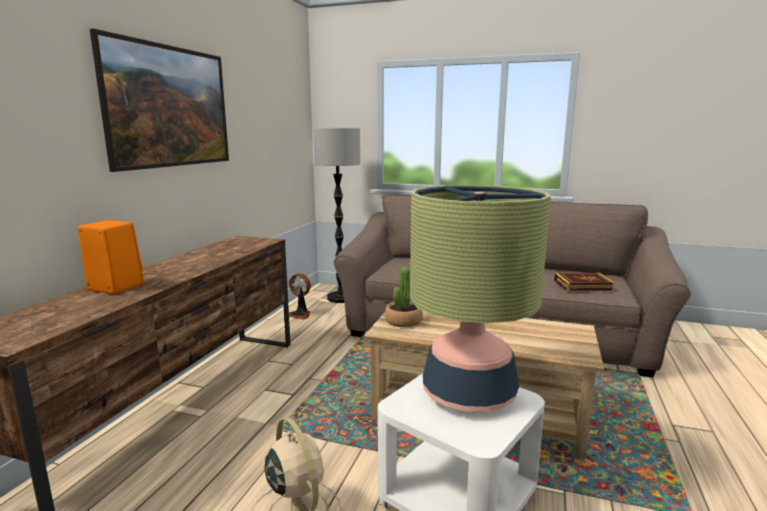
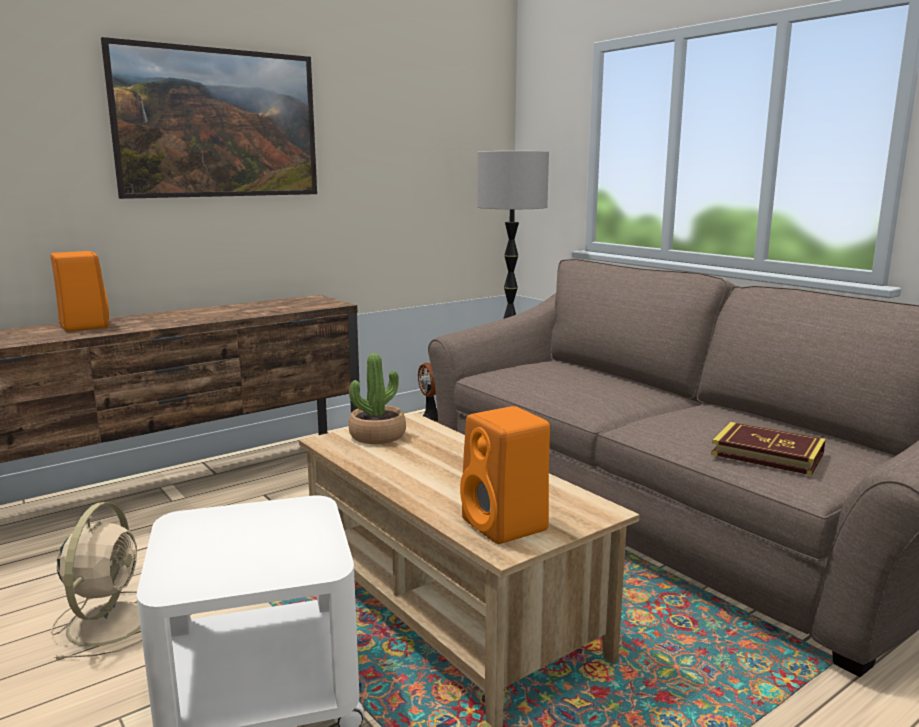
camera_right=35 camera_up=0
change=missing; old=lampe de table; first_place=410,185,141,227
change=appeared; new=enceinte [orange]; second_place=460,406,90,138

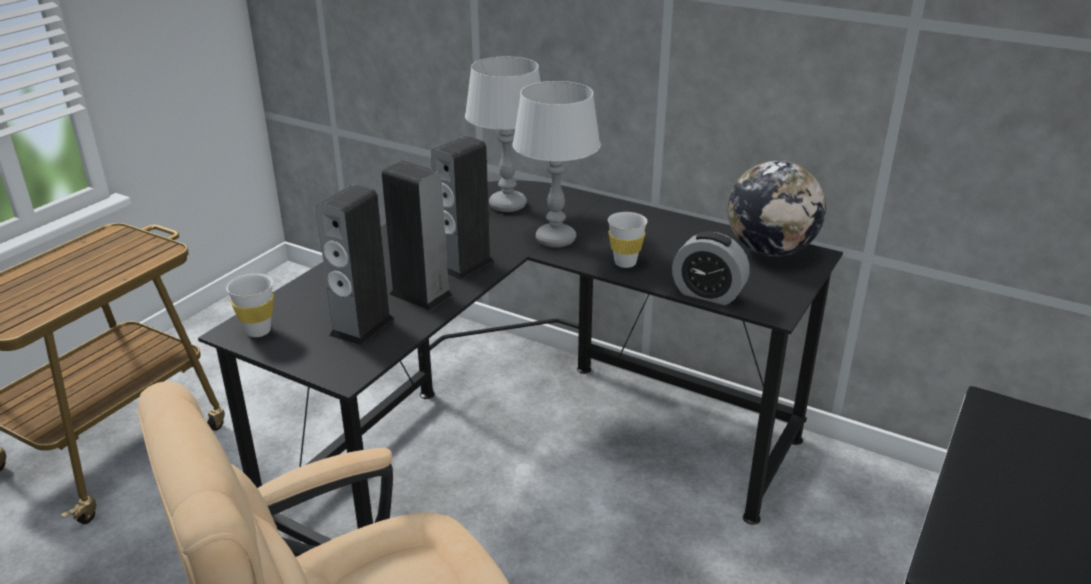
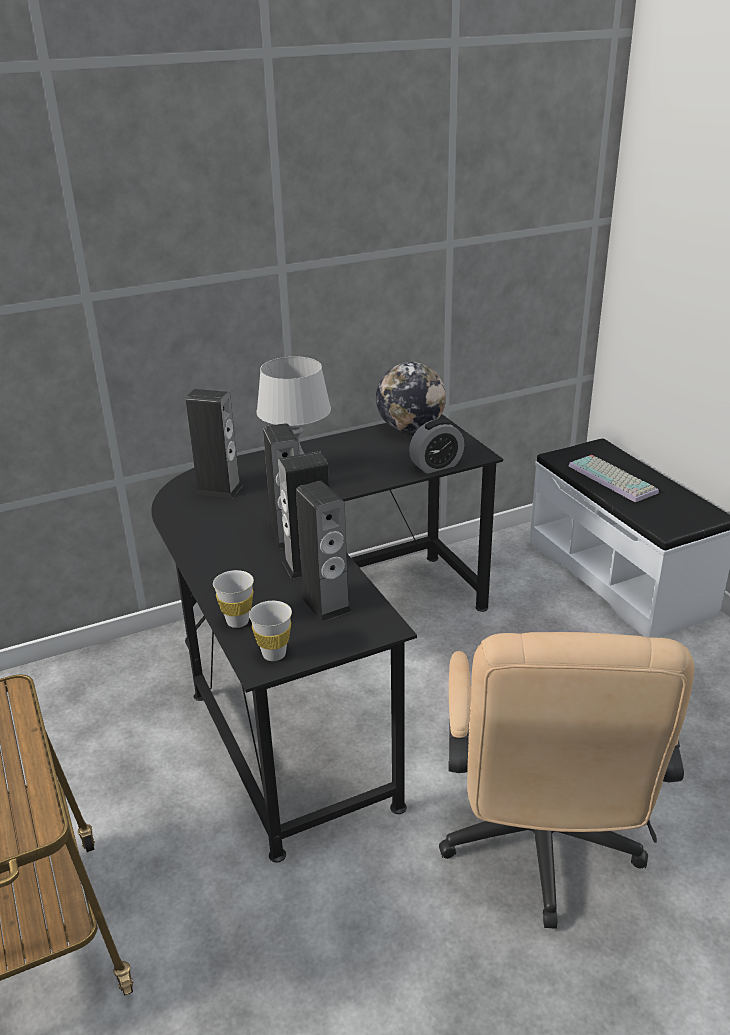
camera_right=-55 camera_up=0
change=exchanged; old=lampe de table [gris]; new=enceinte; first_place=465,57,76,155; second_place=186,389,57,109
change=relocated; old=tasse [blanc]; first_place=608,212,39,56; second_place=213,570,41,58
change=appeared; new=clavier; second_place=569,455,90,47

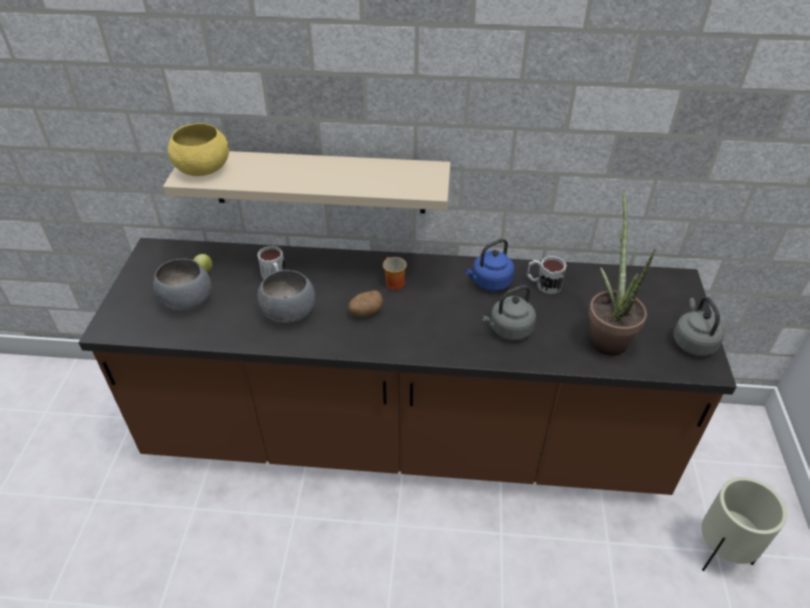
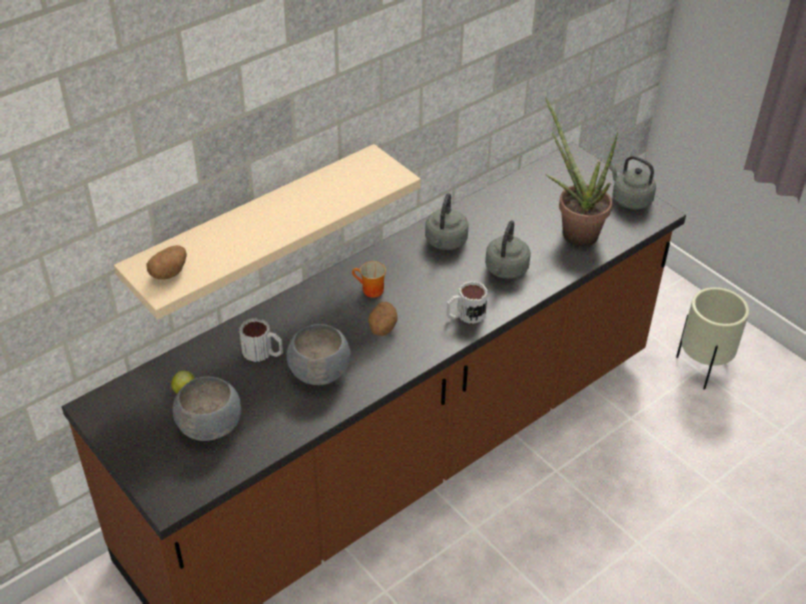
camera_right=-45 camera_up=0
change=exchanged; old=bol [jaune]; new=pomme de terre; first_place=168,123,61,53; second_place=147,245,40,35
change=colour; old=bouilloire [bleu]; new=bouilloire [gris]; first_place=465,239,50,52; second_place=425,193,44,57
change=relocated; old=mug; first_place=527,256,40,38; second_place=447,281,41,43

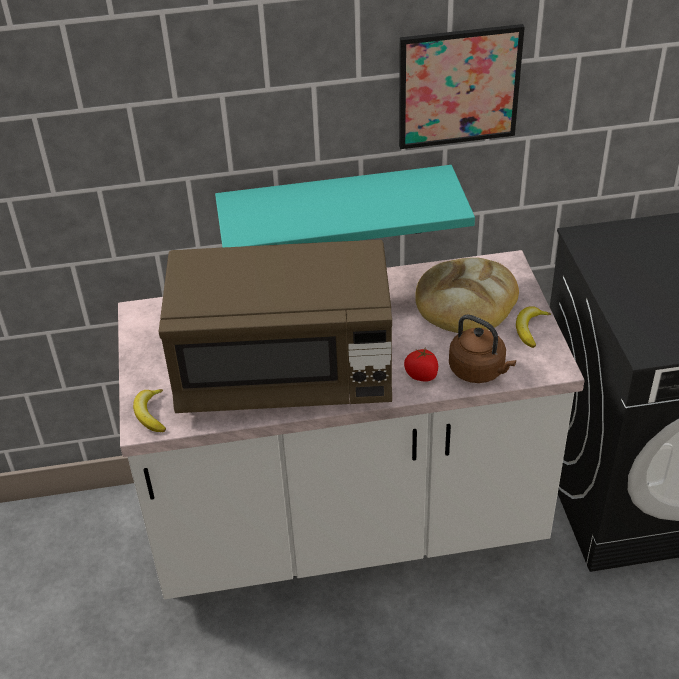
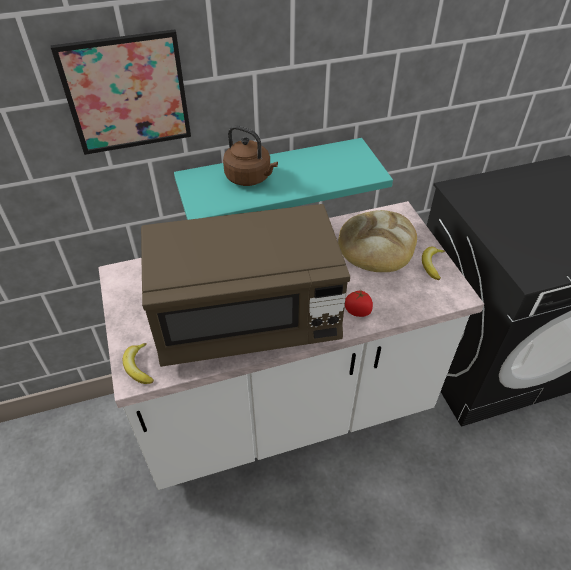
camera_right=-10 camera_up=5
change=relocated; old=tableau; first_place=399,24,126,125; second_place=51,29,140,126
change=relocated; old=bouilloire [marron]; first_place=449,314,67,69; second_place=223,125,55,61

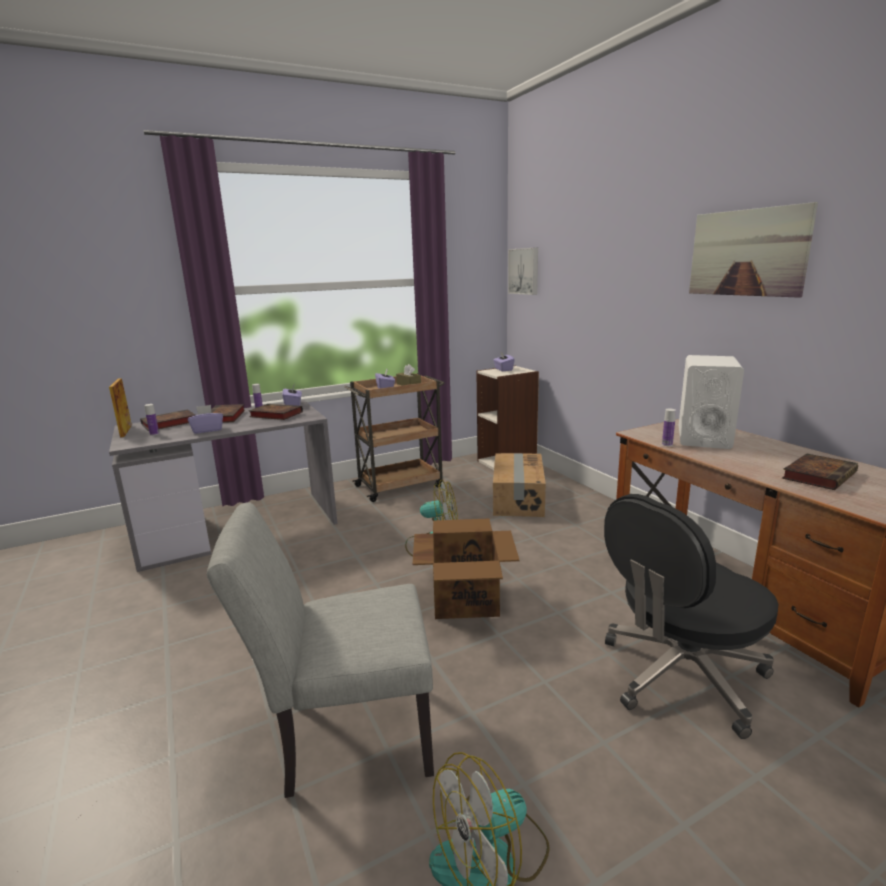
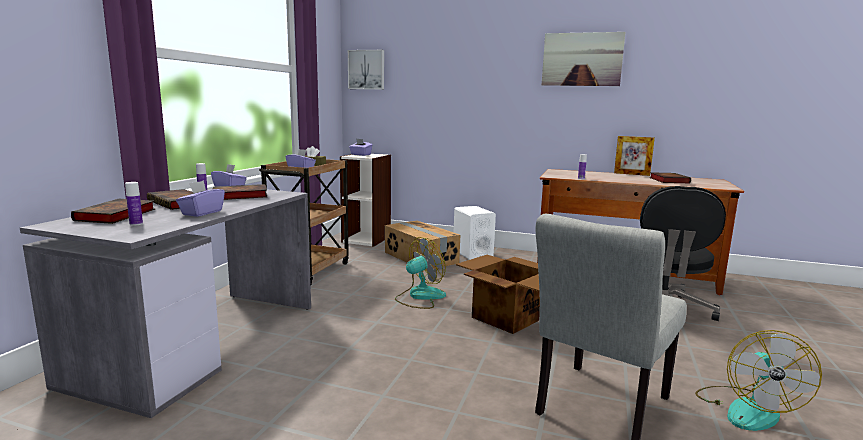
camera_right=-45 camera_up=-5
change=relocated; old=cadre photo; first_place=109,378,23,59; second_place=614,136,41,40
change=relocated; old=enceinte [blanc]; first_place=679,355,65,94; second_place=454,206,42,54

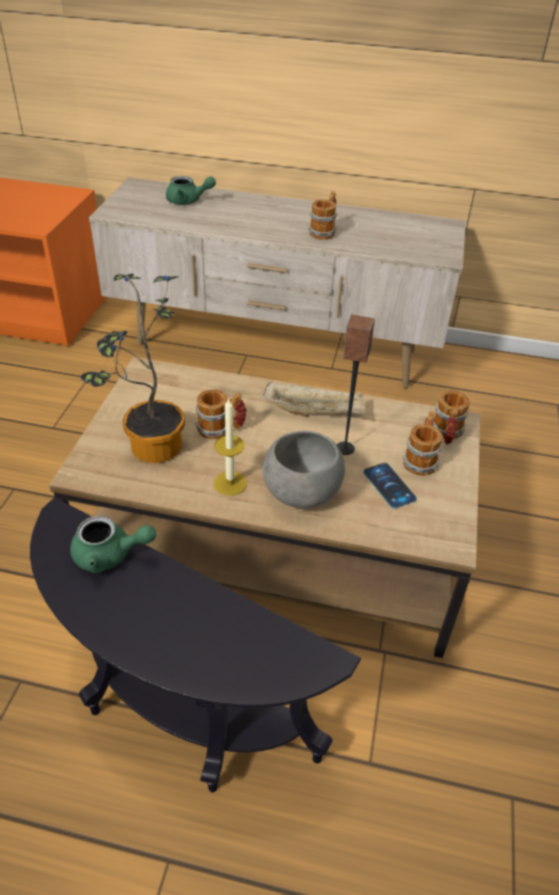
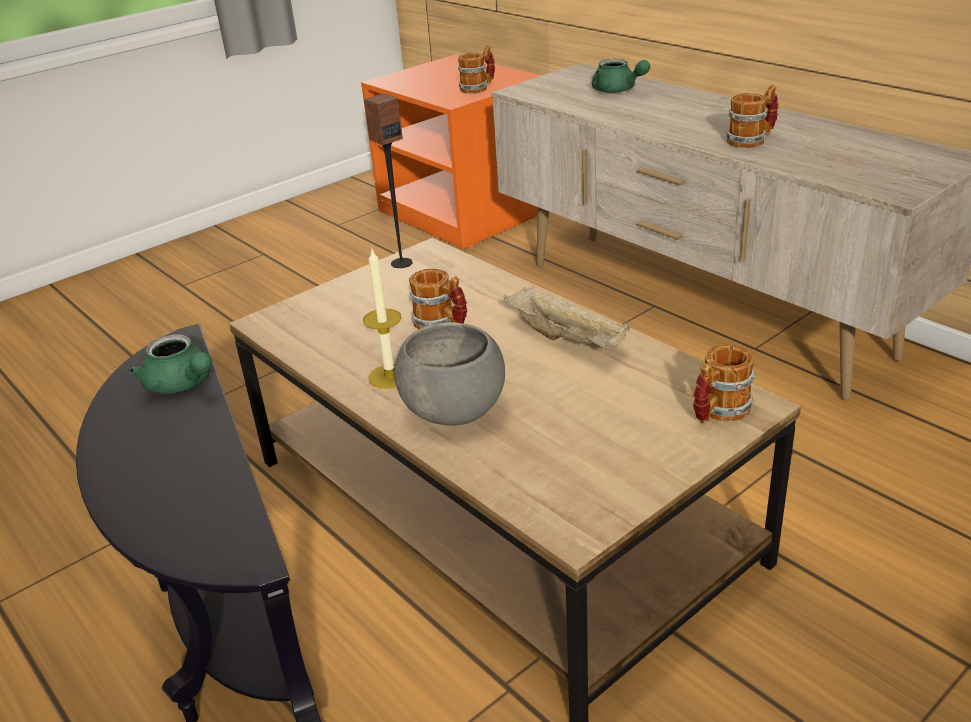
camera_right=40 camera_up=-10
change=missing; old=plante en pot; first_place=81,274,104,189
change=relocated; old=enceinte; first_place=337,315,38,140; second_place=364,93,48,175
change=missing; old=téléphone; first_place=363,463,54,46
change=relocated; old=mug; first_place=403,411,40,65; second_place=458,45,37,49

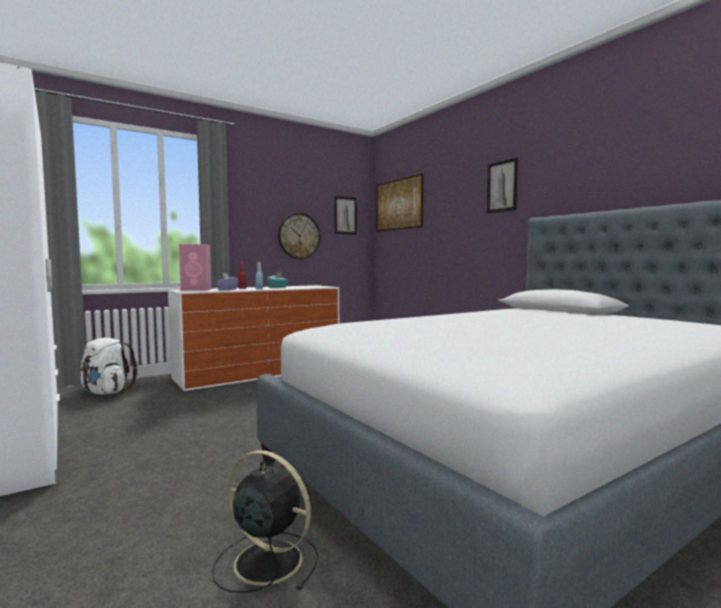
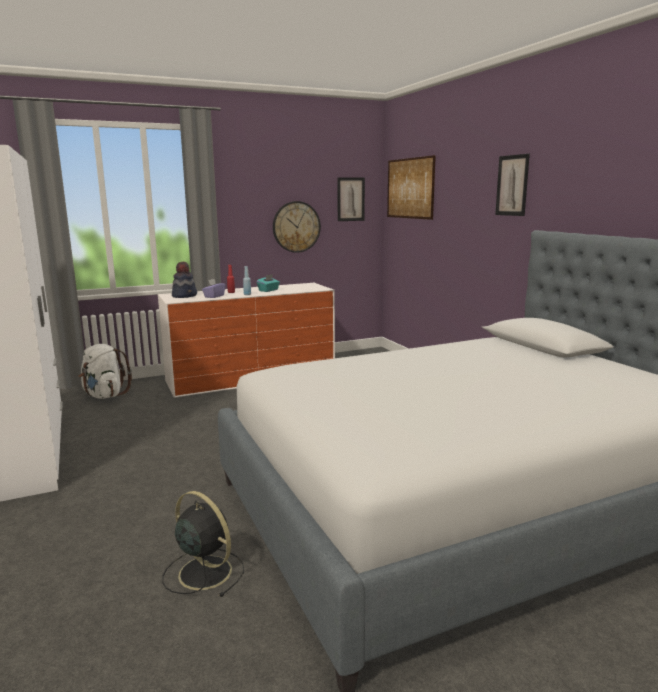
camera_right=10 camera_up=10
change=exchanged; old=enceinte [rose]; new=chapeau; first_place=179,244,32,47; second_place=172,262,25,36

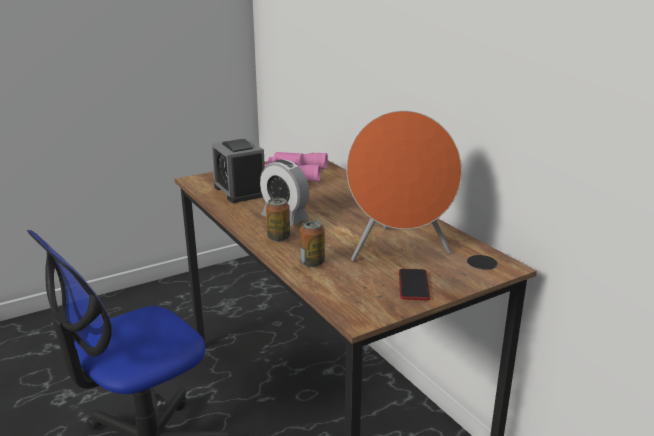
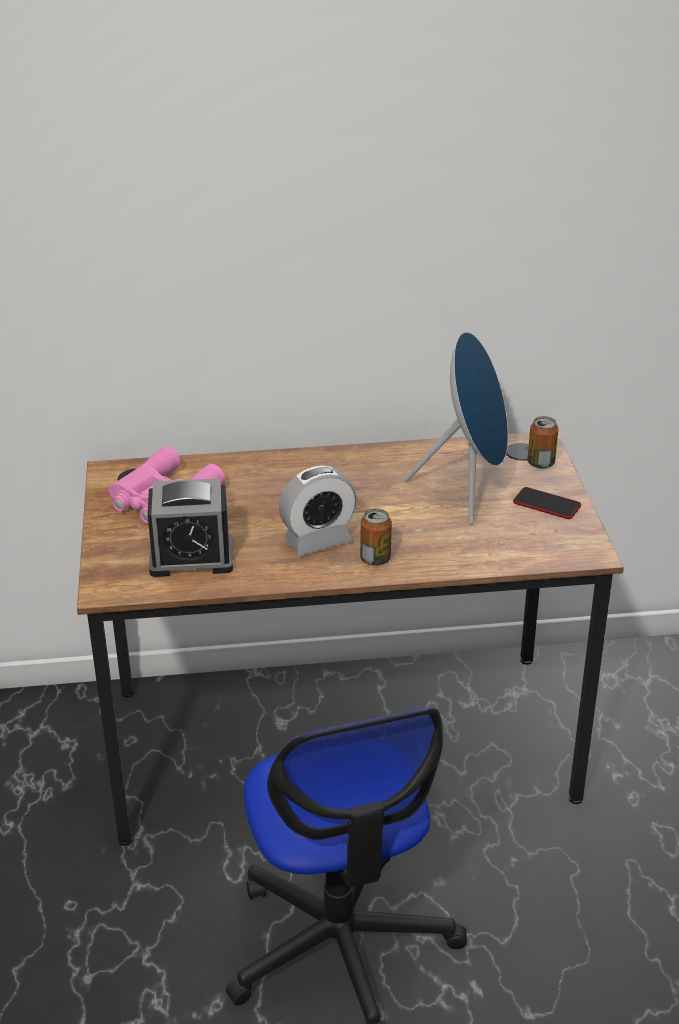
camera_right=-65 camera_up=10
change=relocated; old=boîte métallique; first_place=300,220,25,47; second_place=527,416,31,53
change=colour; old=enceinte [orange]; new=enceinte [bleu]; first_place=347,111,115,150; second_place=404,332,104,193

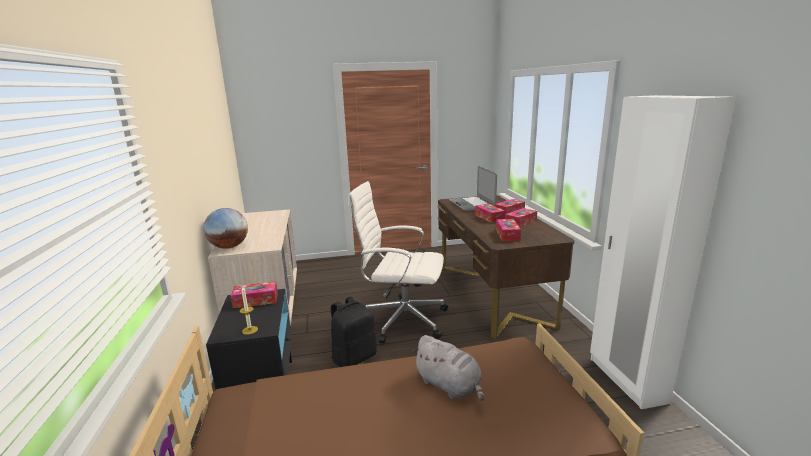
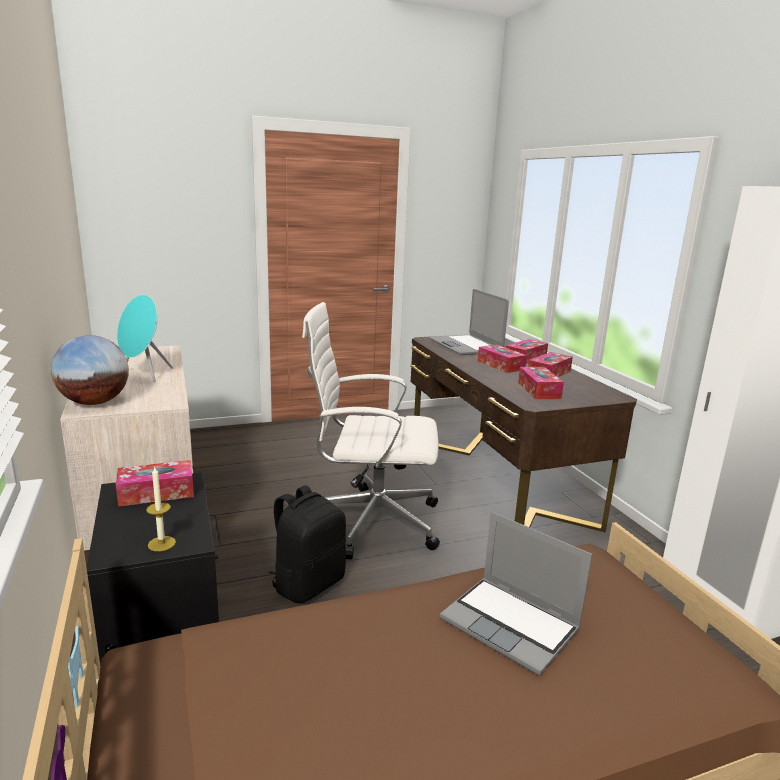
camera_right=-10 camera_up=0
change=exchanged; old=peluche [gris]; new=ordinateur portable; first_place=412,335,72,66; second_place=440,512,152,164
change=appeared; new=enceinte [turquoise]; second_place=117,295,56,87

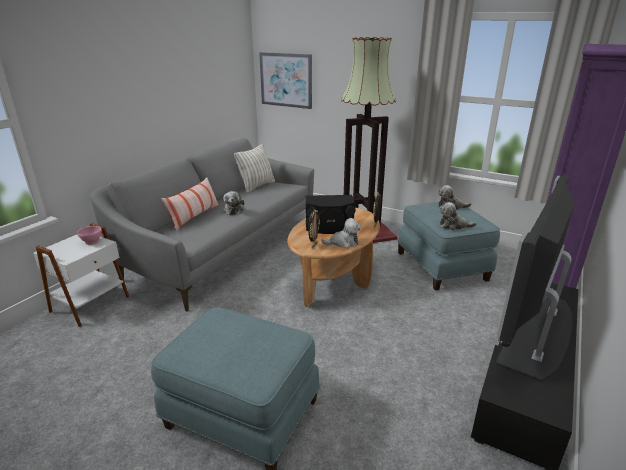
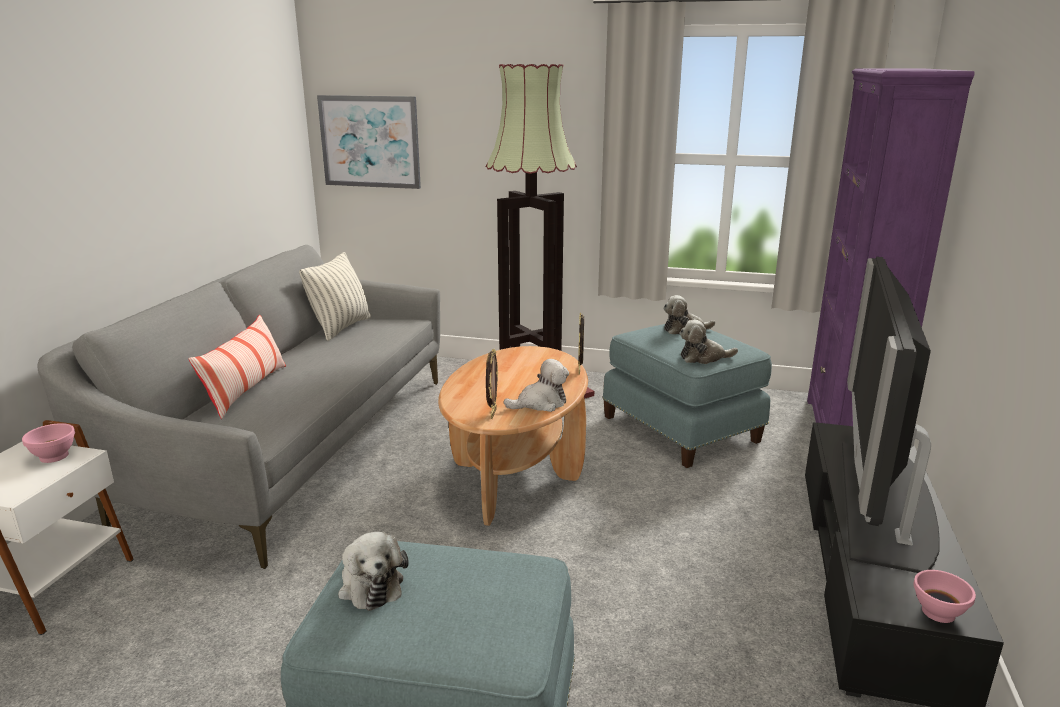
camera_right=-15 camera_up=-5
change=relocated; old=peluche; first_place=223,191,21,24; second_place=338,532,71,79
change=missing; old=enceinte [noir]; first_place=306,195,50,39
change=appeared; new=bol [rose]; second_place=913,570,63,53

